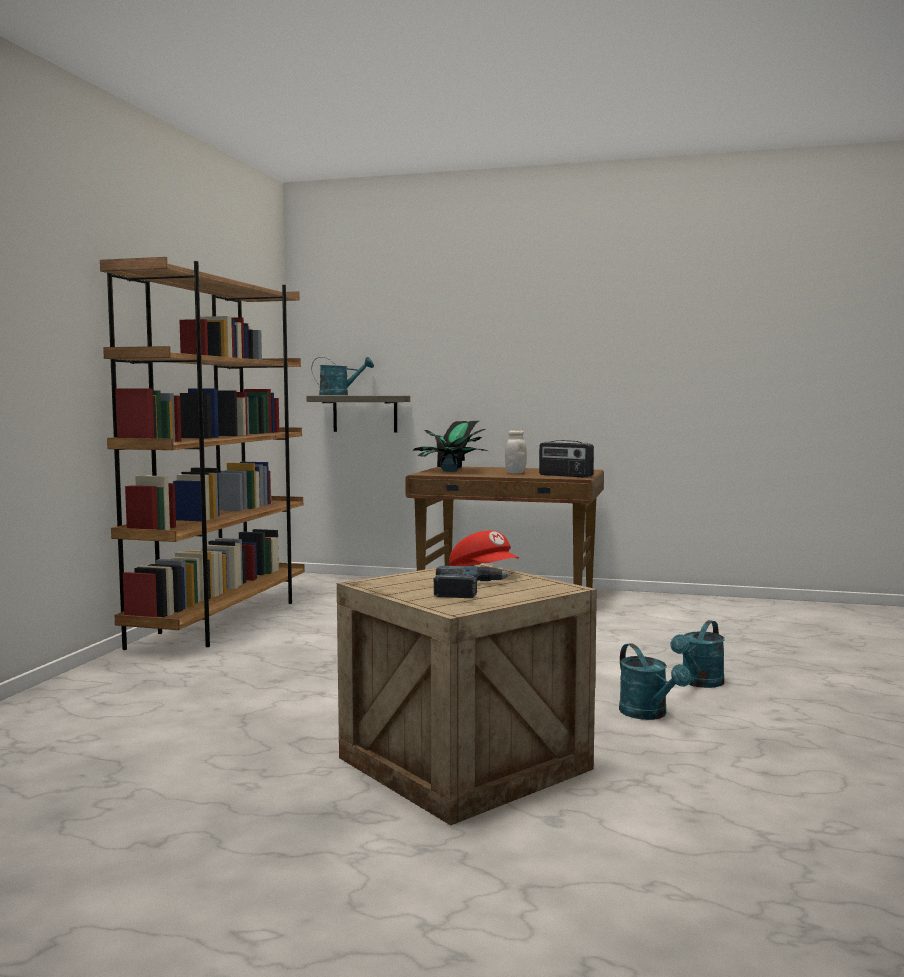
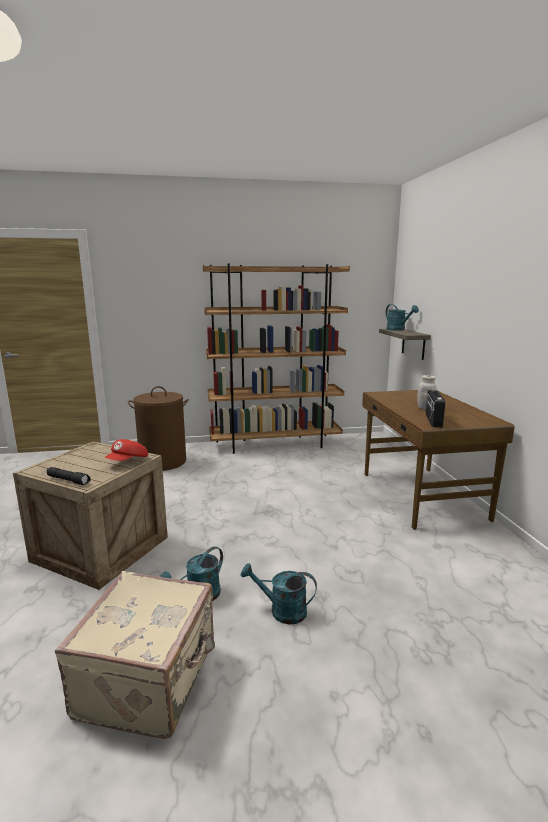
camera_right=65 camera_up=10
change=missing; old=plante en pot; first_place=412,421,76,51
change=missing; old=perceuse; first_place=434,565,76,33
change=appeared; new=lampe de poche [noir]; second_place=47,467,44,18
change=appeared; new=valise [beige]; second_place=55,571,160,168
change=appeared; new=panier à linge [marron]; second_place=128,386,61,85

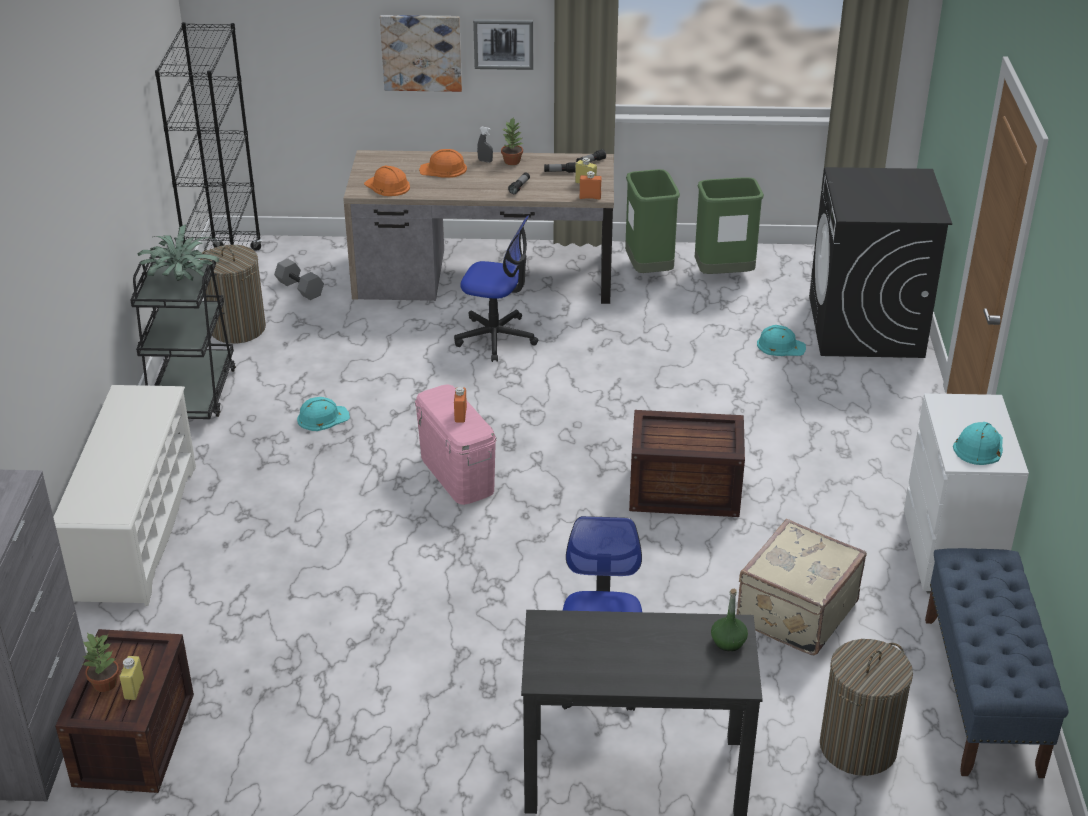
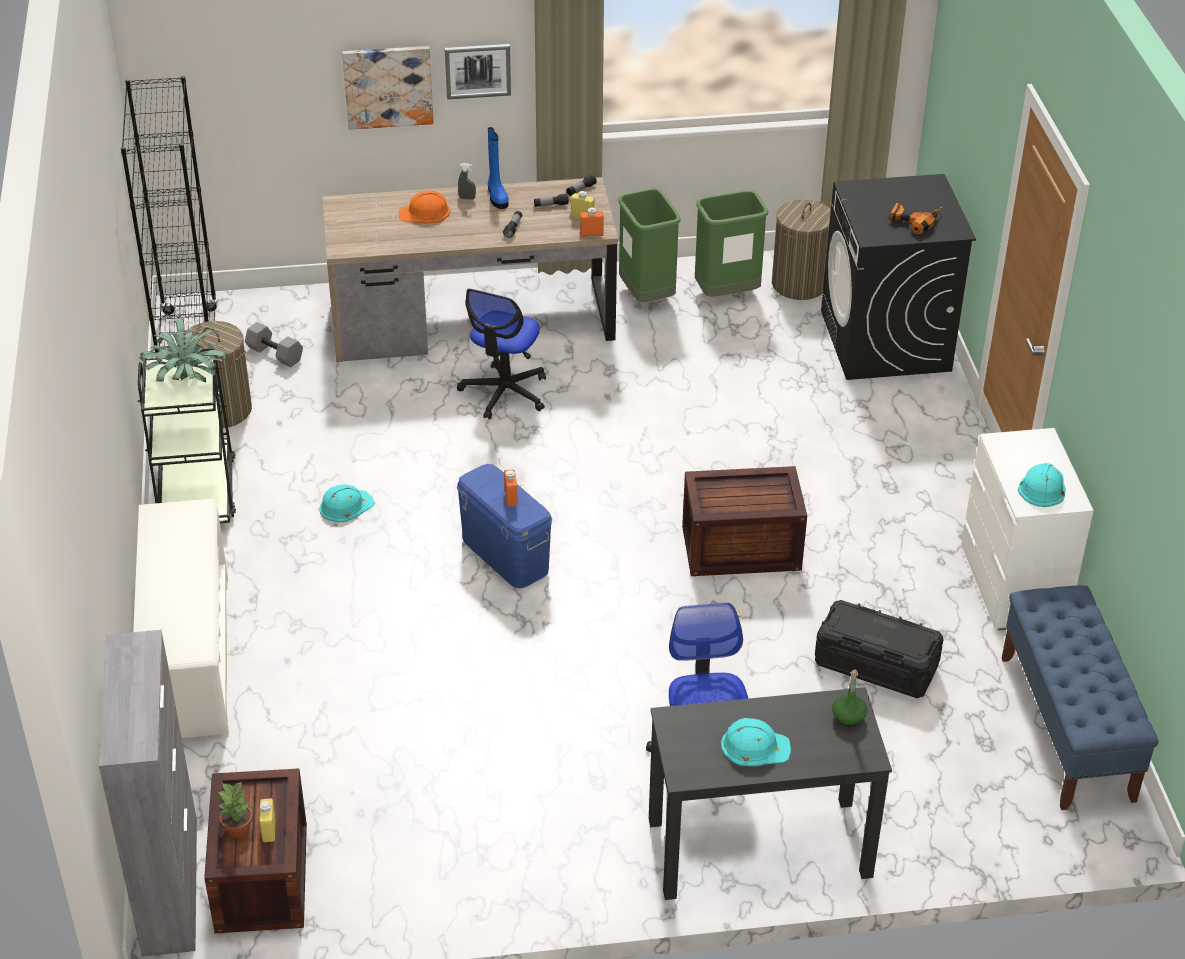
camera_right=-10 camera_up=5
change=missing; old=casque de chantier [orange]; first_place=364,165,46,31
change=colour; old=boîte de rangement [rose]; new=boîte de rangement [bleu]; first_place=415,384,82,121; second_place=457,464,95,124
change=spun; old=chaise de bureau; first_place=454,216,84,146; second_place=457,289,89,130; degrees=105
change=exchanged; old=plante en pot; new=botte [bleu]; first_place=501,117,22,48; second_place=488,127,21,82
change=exchanged; old=valise [beige]; new=boîte de rangement [noir]; first_place=737,519,130,136; second_place=815,600,129,98
change=relocated; old=casque de chantier [turquoise]; first_place=757,325,49,31; second_place=721,718,70,48
change=relocated; old=panier à linge; first_place=820,639,93,137; second_place=772,200,59,100
change=appeared; new=perceuse; second_place=890,203,52,32

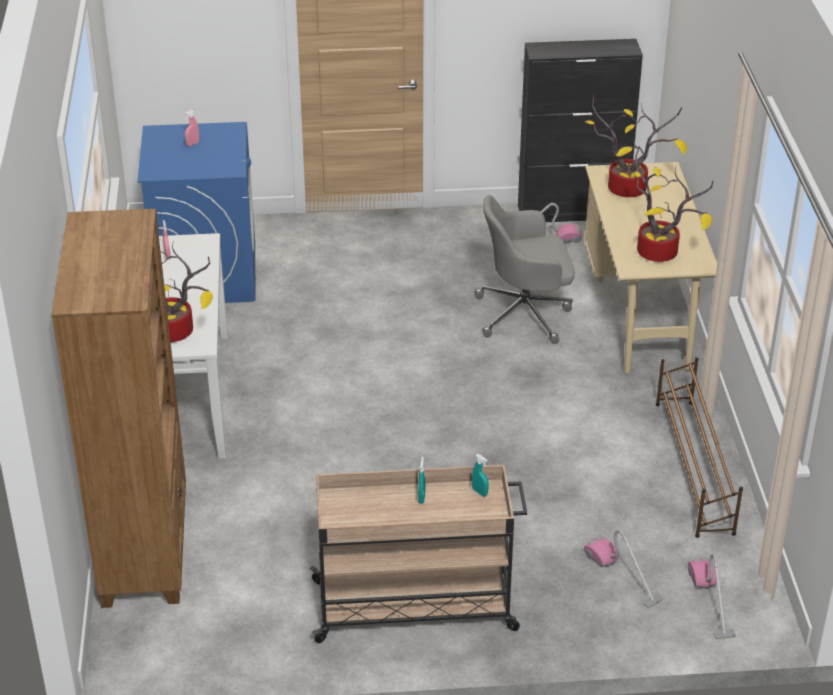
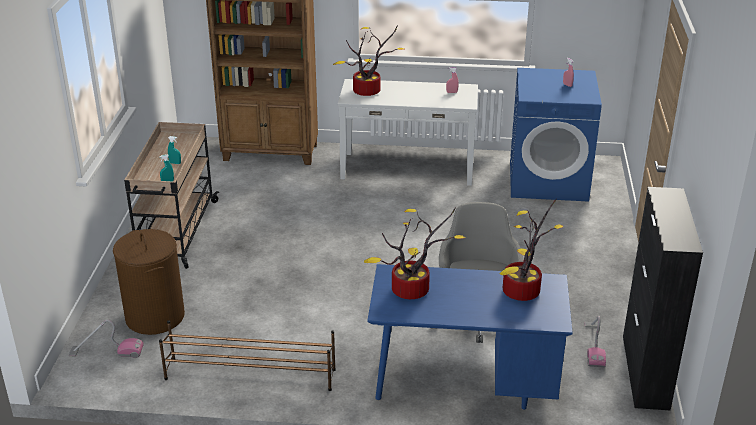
camera_right=100 camera_up=-5
change=exchanged; old=aspirateur; new=panier à linge [marron]; first_place=584,529,79,79; second_place=113,229,72,106
change=colour; old=bureau [beige]; new=bureau [bleu]; first_place=585,162,132,211; second_place=367,264,206,146

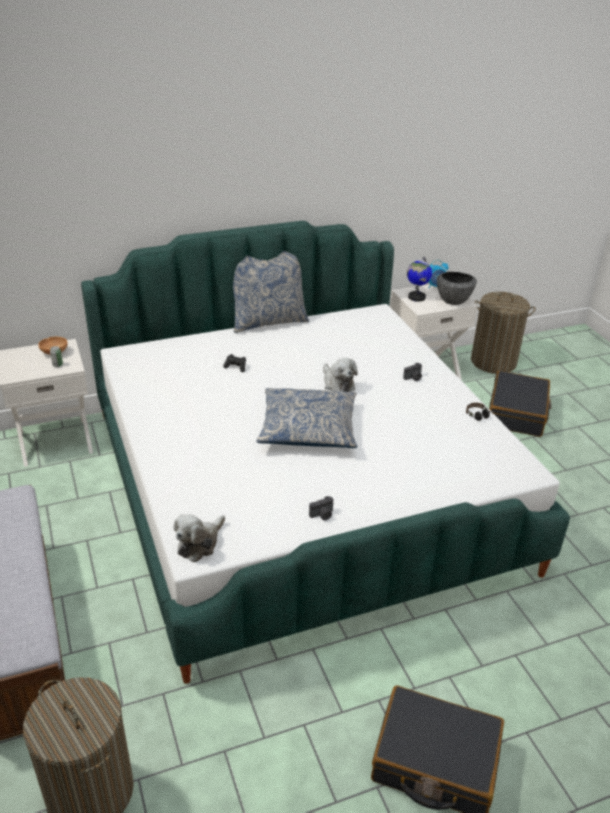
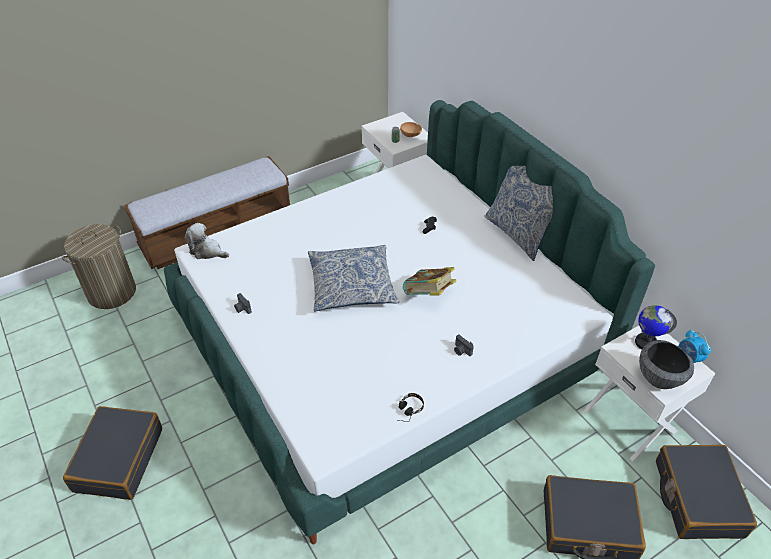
camera_right=80 camera_up=10
change=exchanged; old=peluche; new=livre; first_place=323,358,35,34; second_place=403,267,53,29
change=exchanged; old=panier à linge; new=valise [noir]; first_place=471,292,64,82; second_place=656,445,101,94

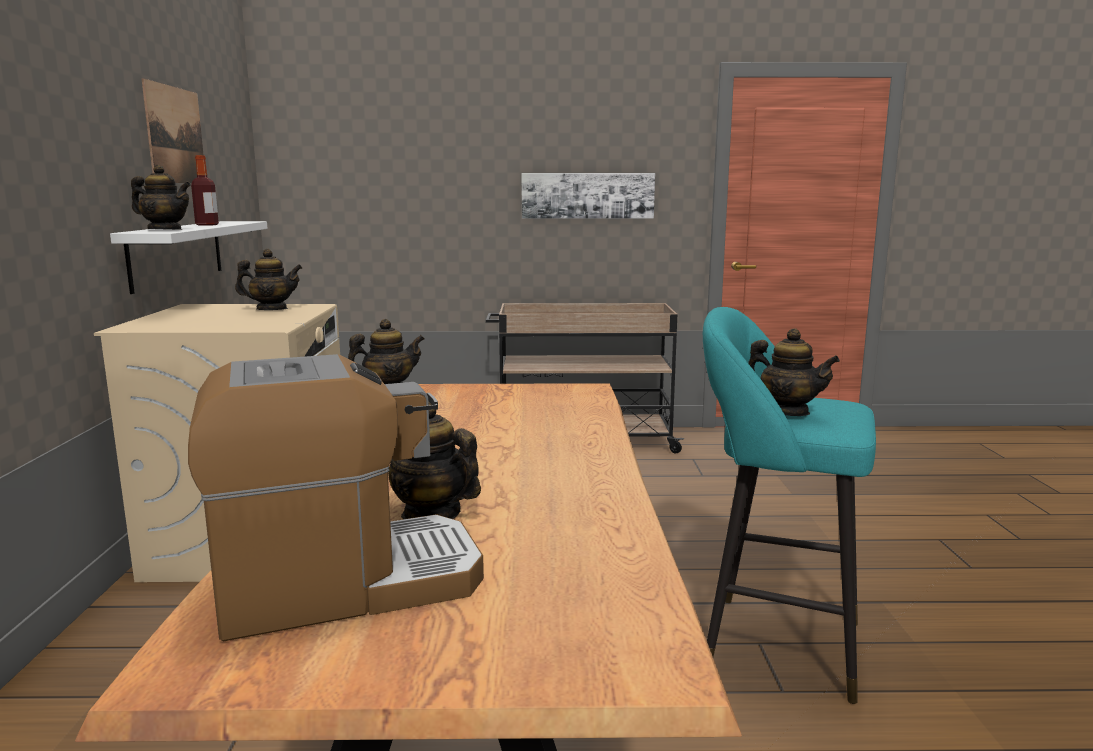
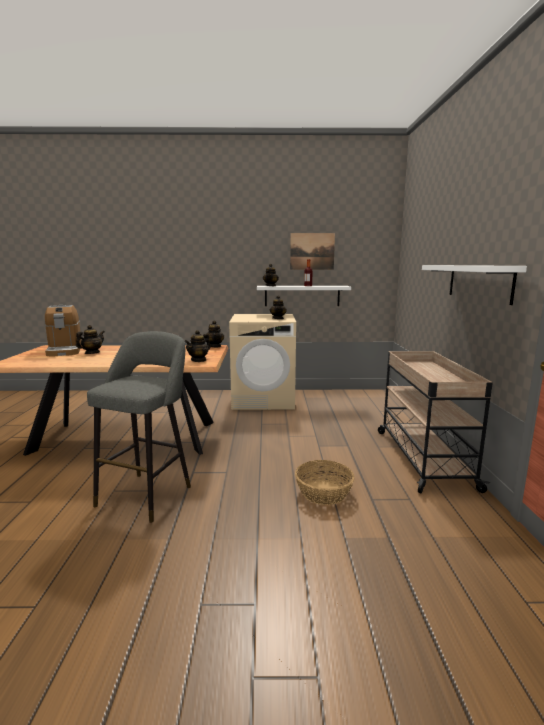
camera_right=90 camera_up=0
change=exchanged; old=tableau; new=étagère [blanc]; first_place=521,173,134,46; second_place=422,265,105,40
change=colour; old=tabouret [turquoise]; new=tabouret [gris]; first_place=703,307,173,397; second_place=87,331,104,192
change=relocated; old=théière; first_place=748,328,92,88; second_place=185,330,25,32
change=appeared; new=panier; second_place=295,460,60,45

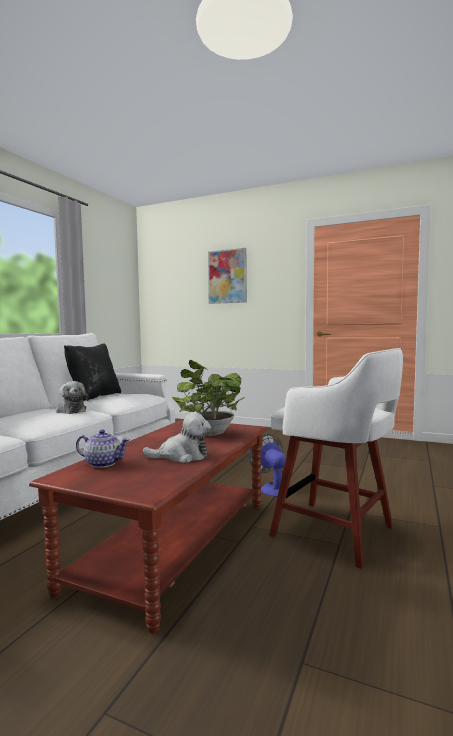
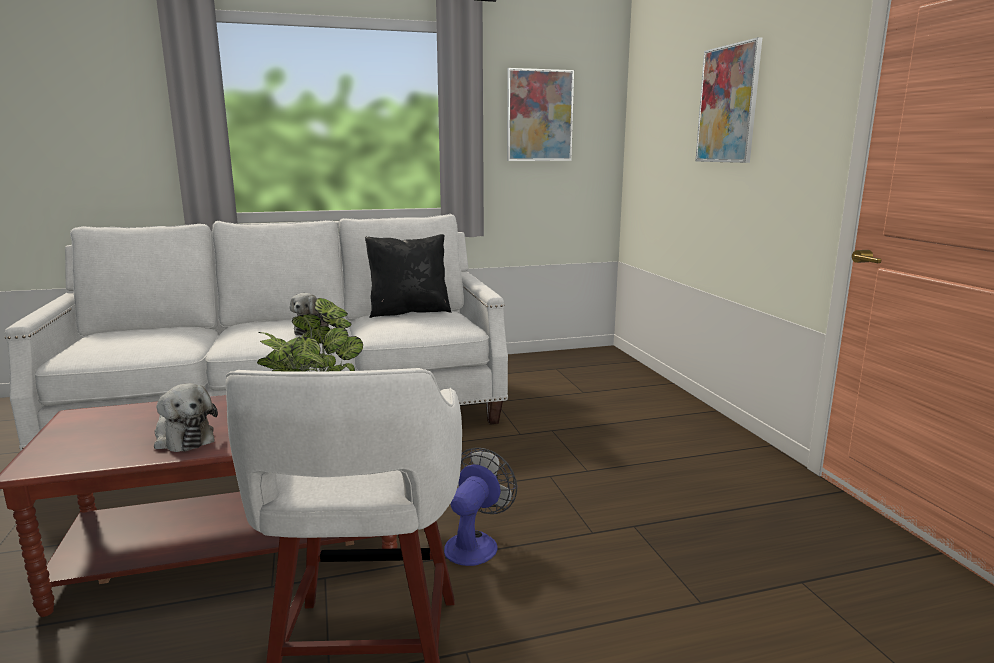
camera_right=50 camera_up=10
change=missing; old=théière; first_place=76,430,54,38
change=appeared; new=tableau; second_place=507,68,67,93

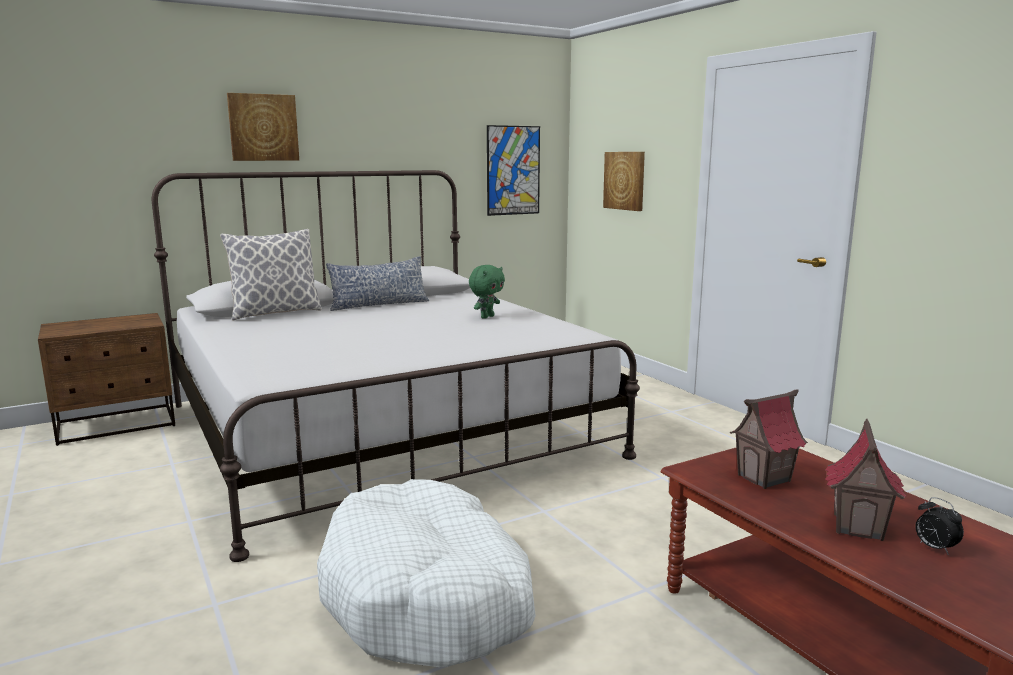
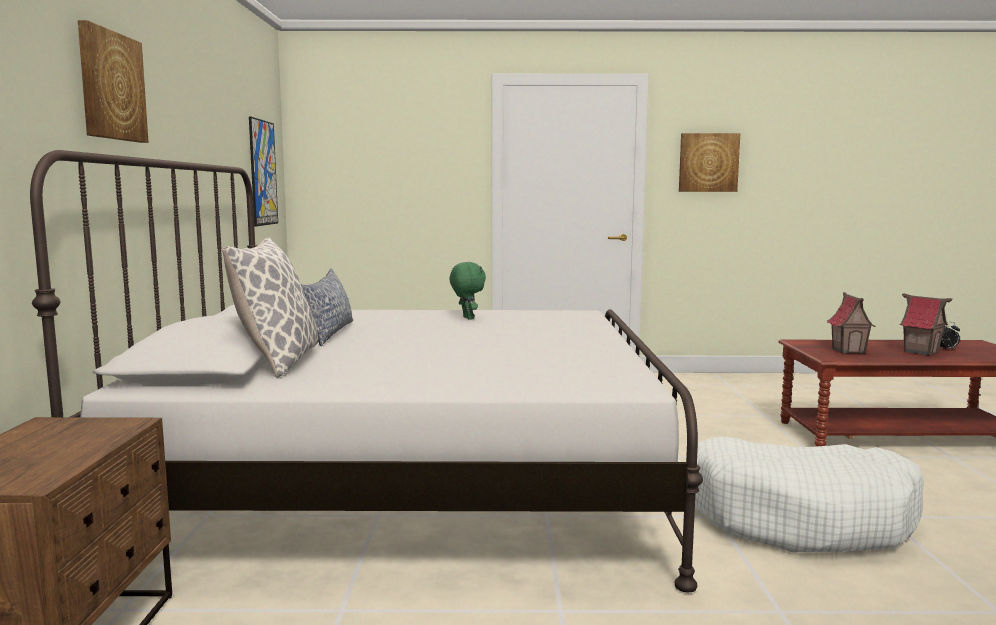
camera_right=-60 camera_up=-5
change=relocated; old=tableau; first_place=603,152,42,59; second_place=679,133,61,59

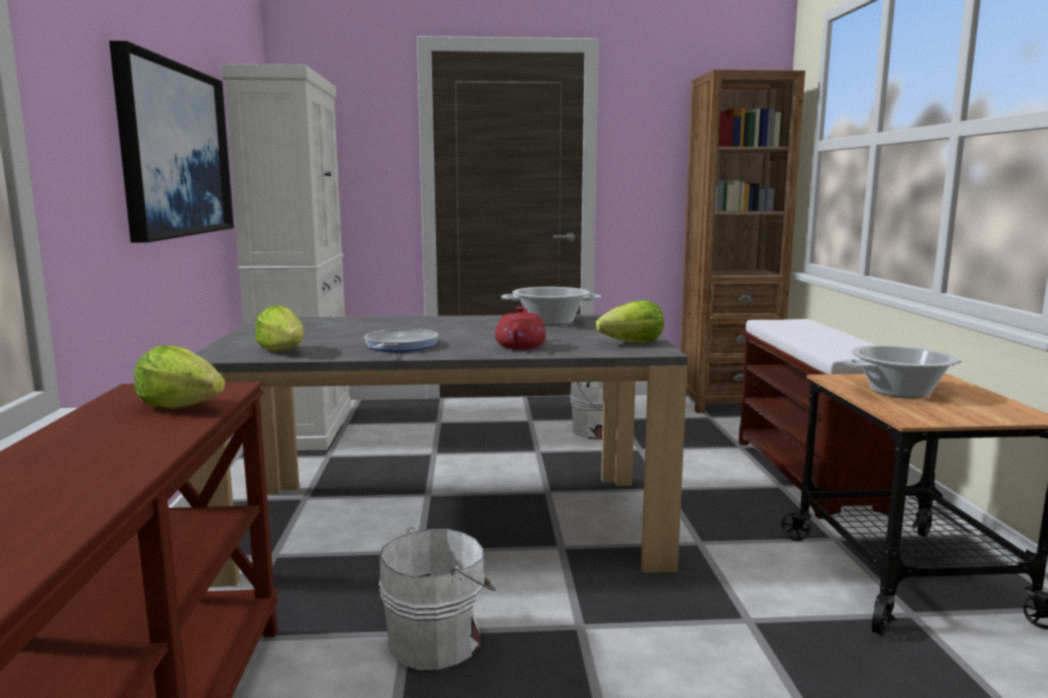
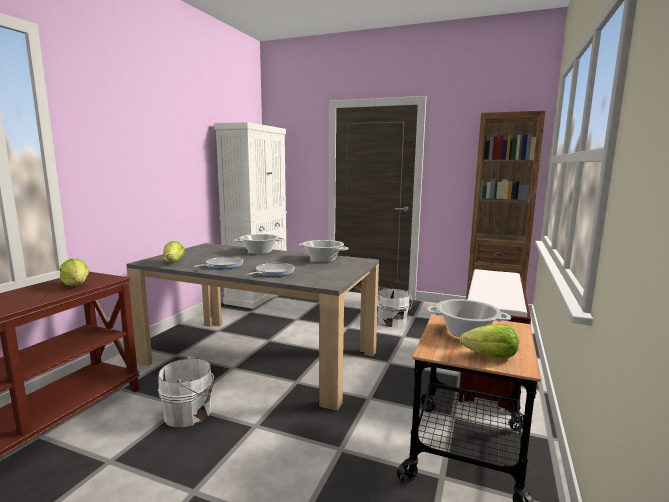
camera_right=25 camera_up=0
change=missing; old=tableau; first_place=109,41,125,202
change=exchanged; old=théière [rouge]; new=poêle; first_place=495,307,51,43; second_place=247,263,48,14
change=relocated; old=laitue; first_place=596,300,68,43; second_place=460,325,59,33
change=appeared; new=marmite; second_place=234,234,51,20

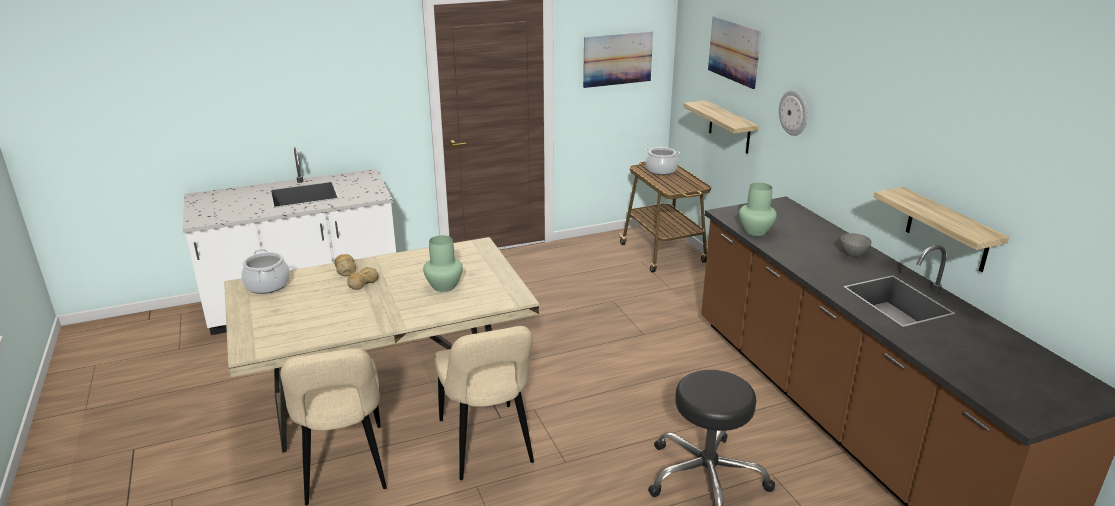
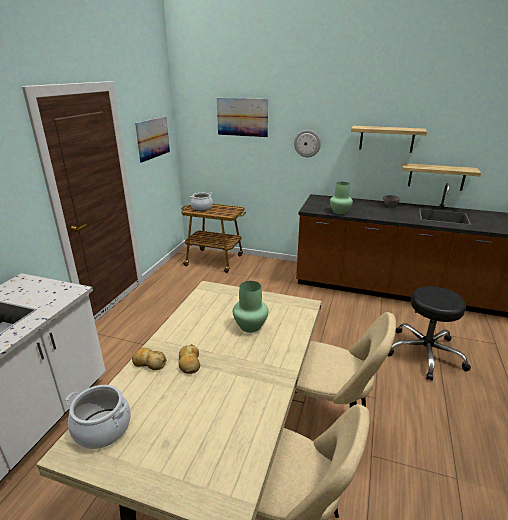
camera_right=-50 camera_up=0
change=relocated; old=étagère; first_place=683,100,76,54; second_place=351,126,76,27

